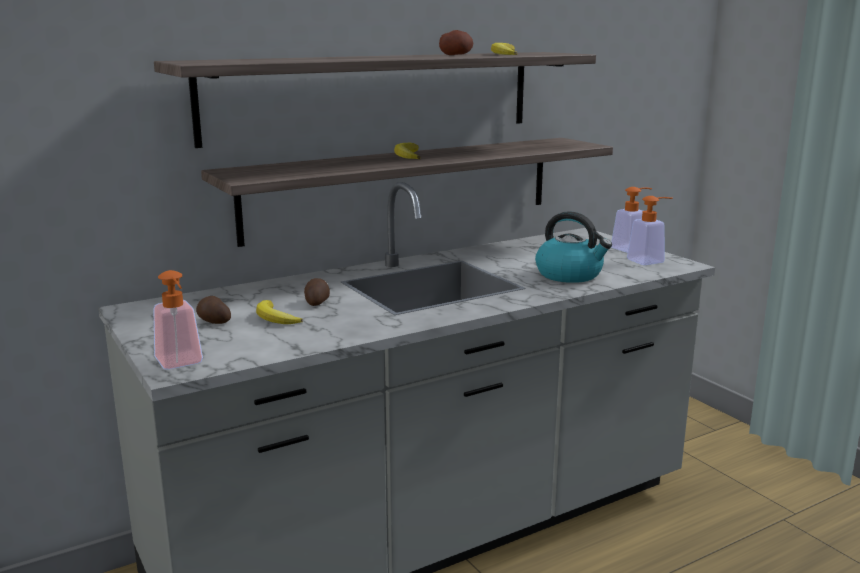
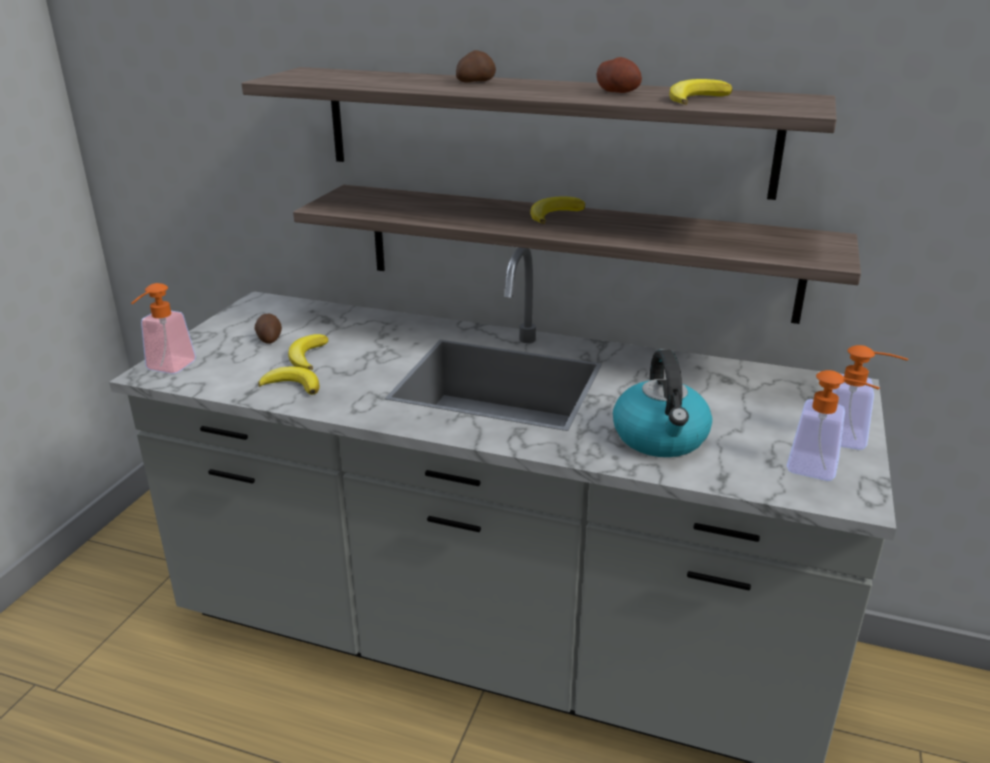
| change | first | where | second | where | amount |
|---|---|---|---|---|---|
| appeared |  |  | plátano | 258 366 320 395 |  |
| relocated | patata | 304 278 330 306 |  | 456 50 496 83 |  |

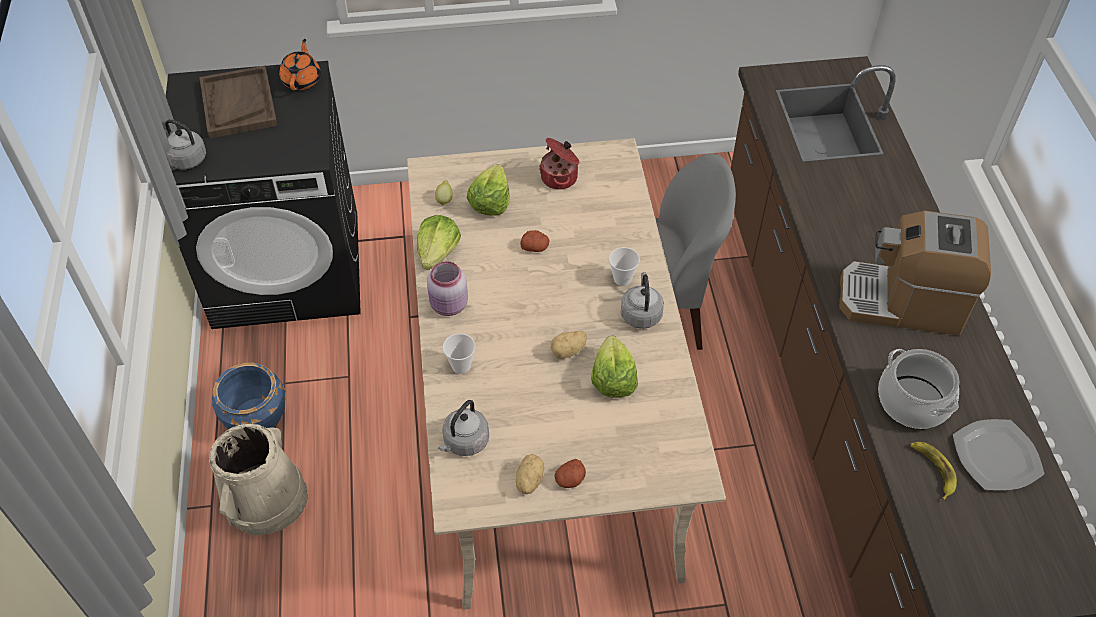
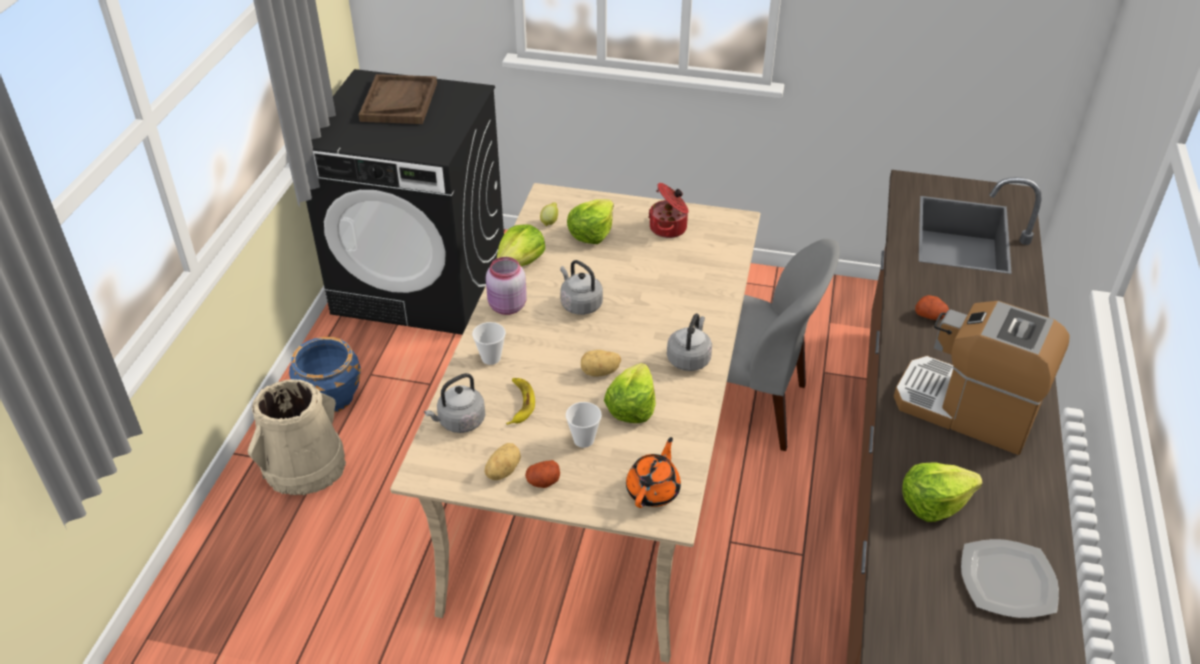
| change | first | where | second | where | amount |
|---|---|---|---|---|---|
| relocated | hervidor [gris] | 165 119 206 169 |  | 560 260 603 315 |  |
| relocated | tetera [naranja] | 279 39 321 90 |  | 626 437 681 508 |  |
| relocated | patata | 520 230 549 252 |  | 915 295 949 320 |  |
| relocated | taza | 609 247 640 286 |  | 566 402 602 448 |  |
| relocated | plátano | 910 442 957 500 |  | 506 378 535 425 |  |
| exchanged | olla | 878 349 959 429 | lechuga | 902 462 983 522 |  |

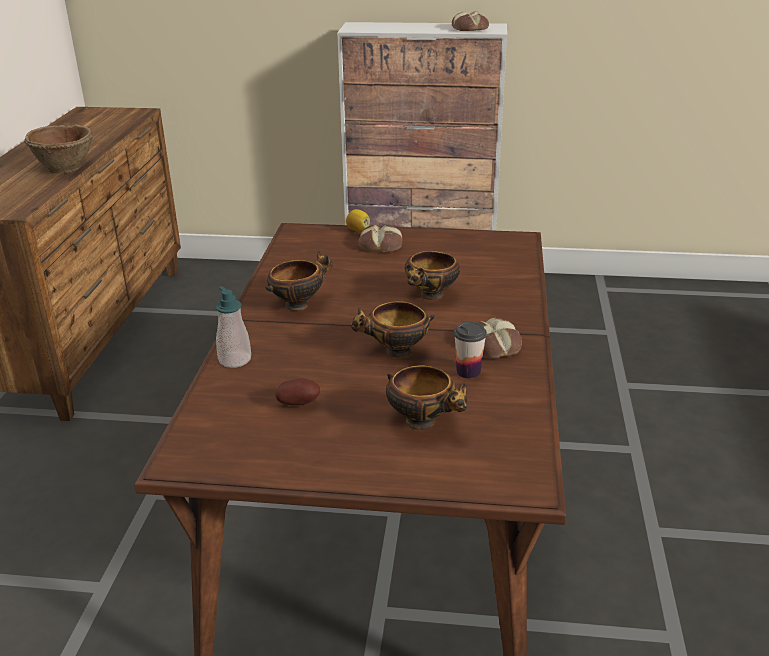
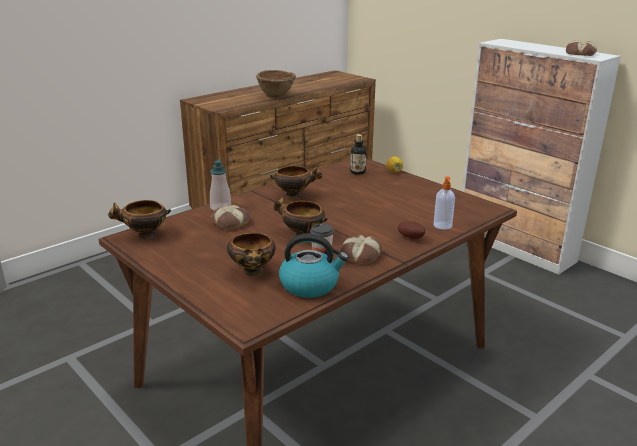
| change | first | where | second | where | amount |
|---|---|---|---|---|---|
| appeared |  |  | hervidor | 279 234 348 298 |  |
| appeared |  |  | botella | 350 134 367 175 |  |
| appeared |  |  | dispensador de jabón | 433 177 455 230 |  |
| relocated | patata | 275 378 320 405 |  | 398 221 425 239 |  |
| relocated | pan | 358 225 402 252 |  | 211 205 250 230 |  |
| relocated | cuenco | 405 251 460 300 |  | 108 200 171 239 |  |

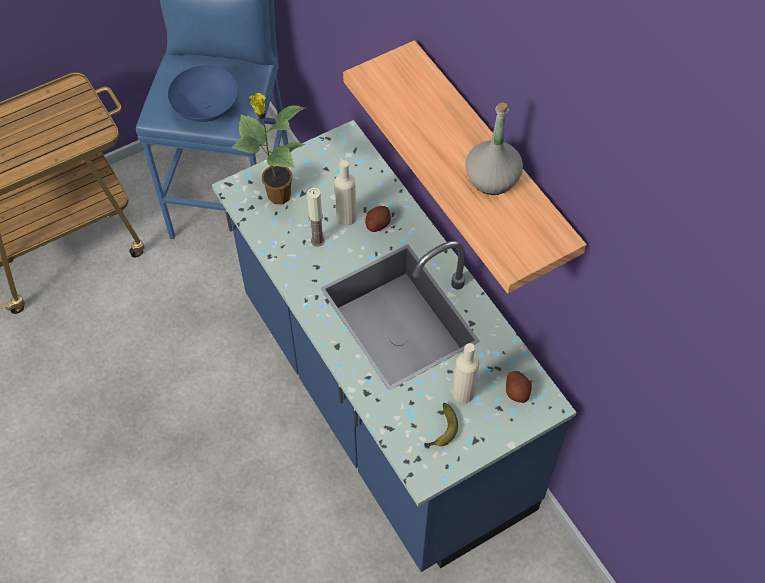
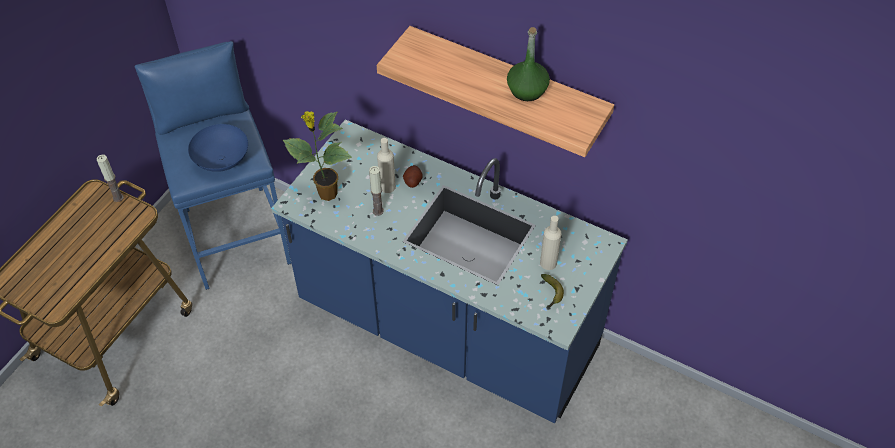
| change | first | where | second | where | amount |
|---|---|---|---|---|---|
| missing | patata | 506 371 532 403 |  |  |  |
| appeared |  |  | vela | 97 155 124 202 |  |
| colour | botella [gris] | 465 102 523 195 | botella [verde] | 507 27 550 101 |  |

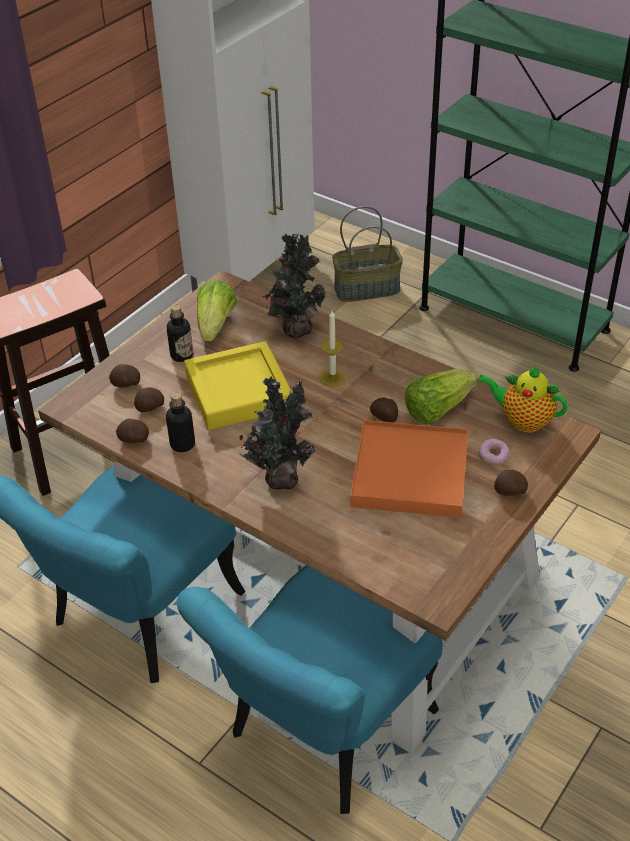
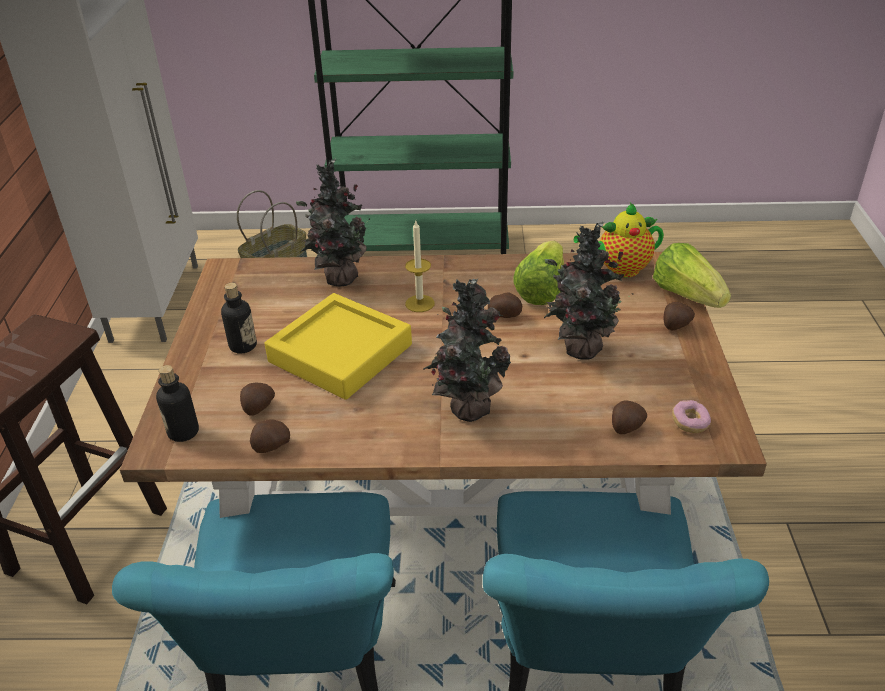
| change | first | where | second | where | amount |
|---|---|---|---|---|---|
| relocated | patata | 109 364 140 387 |  | 612 400 647 434 |  |
| relocated | botella | 166 392 195 452 |  | 156 365 199 442 |  |
| relocated | lechuga | 197 279 237 341 |  | 653 243 731 308 |  |
| relocated | rosquilla | 478 439 510 467 |  | 672 400 711 433 |  |
| exchanged | bandeja [naranja] | 350 420 468 518 | planta en maceta | 544 221 634 360 |  |

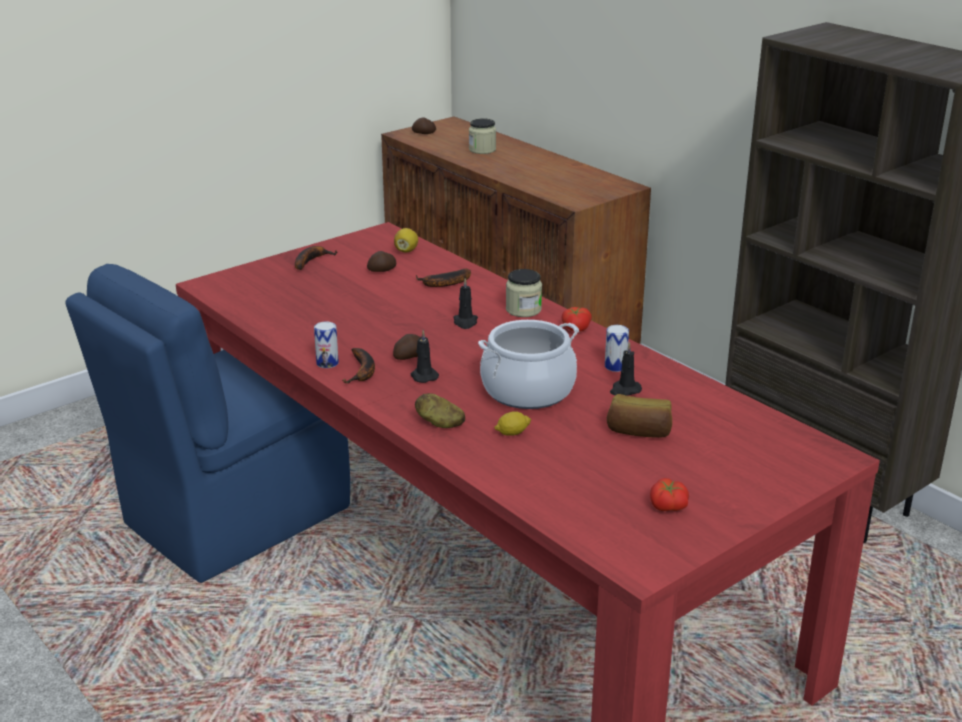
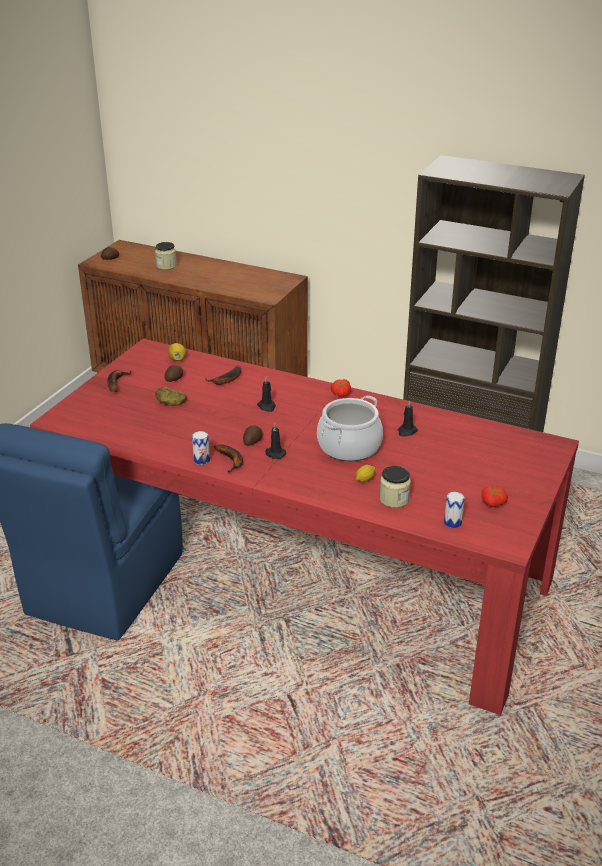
| change | first | where | second | where | amount |
|---|---|---|---|---|---|
| missing | pan | 607 394 672 438 |  |  |  |
| relocated | patata | 415 393 465 428 |  | 155 387 187 406 |  |
| relocated | tarro | 506 269 542 317 |  | 379 466 411 508 |  |
| relocated | lata | 605 325 629 372 |  | 444 492 465 528 |  |

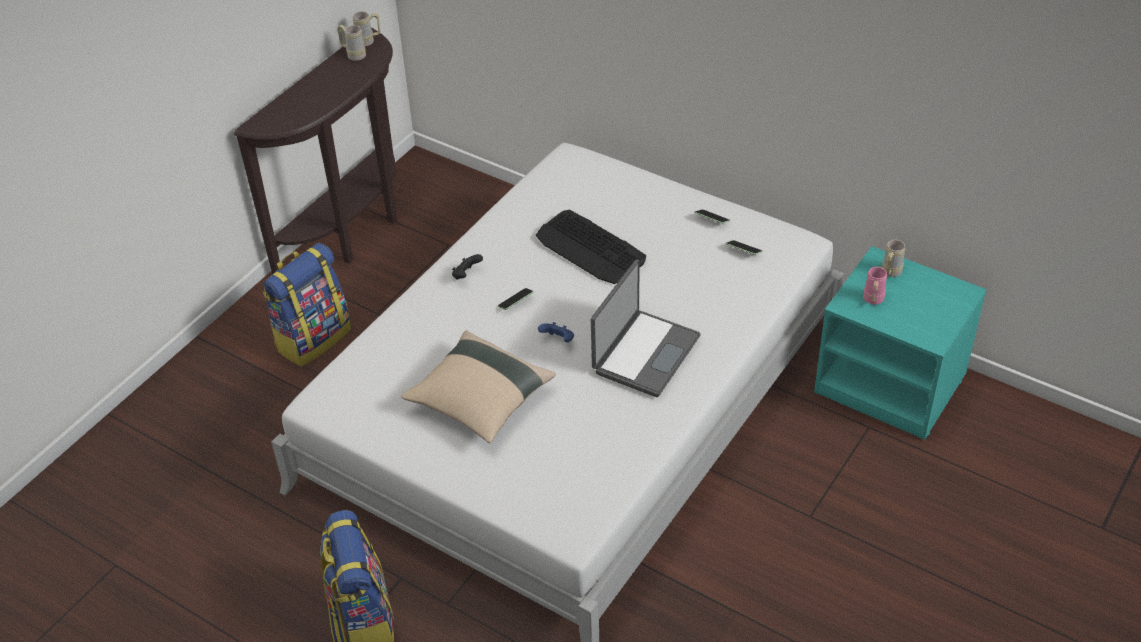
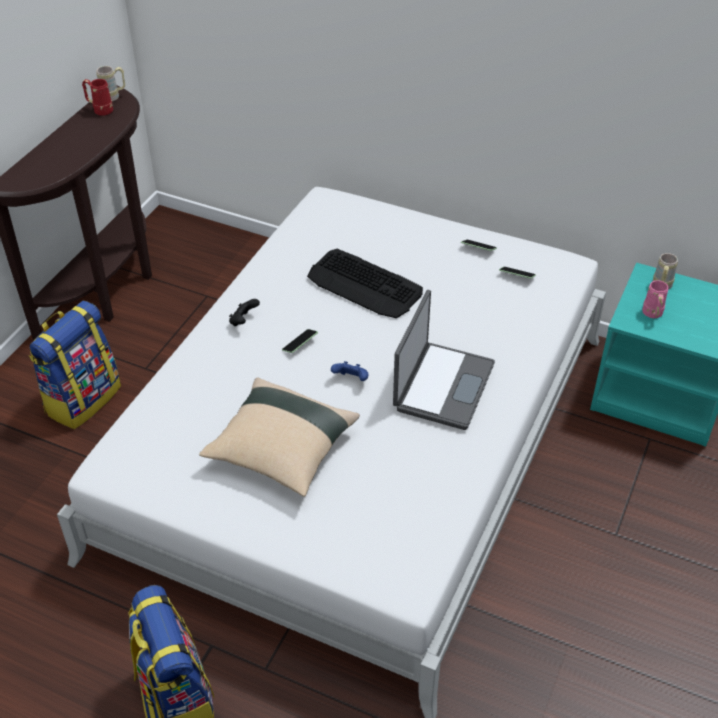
| change | first | where | second | where | amount |
|---|---|---|---|---|---|
| colour | taza grande [beis] | 337 25 366 61 | taza grande [rojo] | 82 79 113 116 |  |

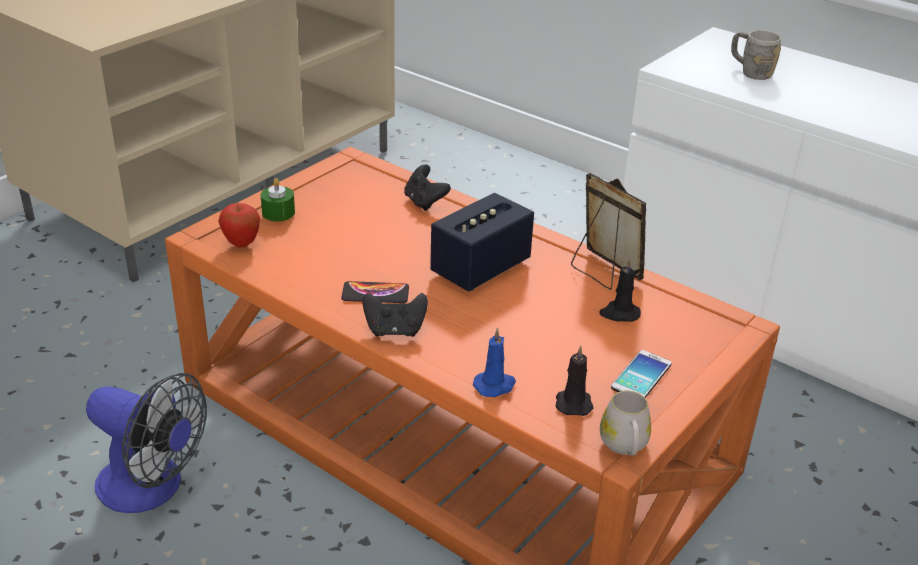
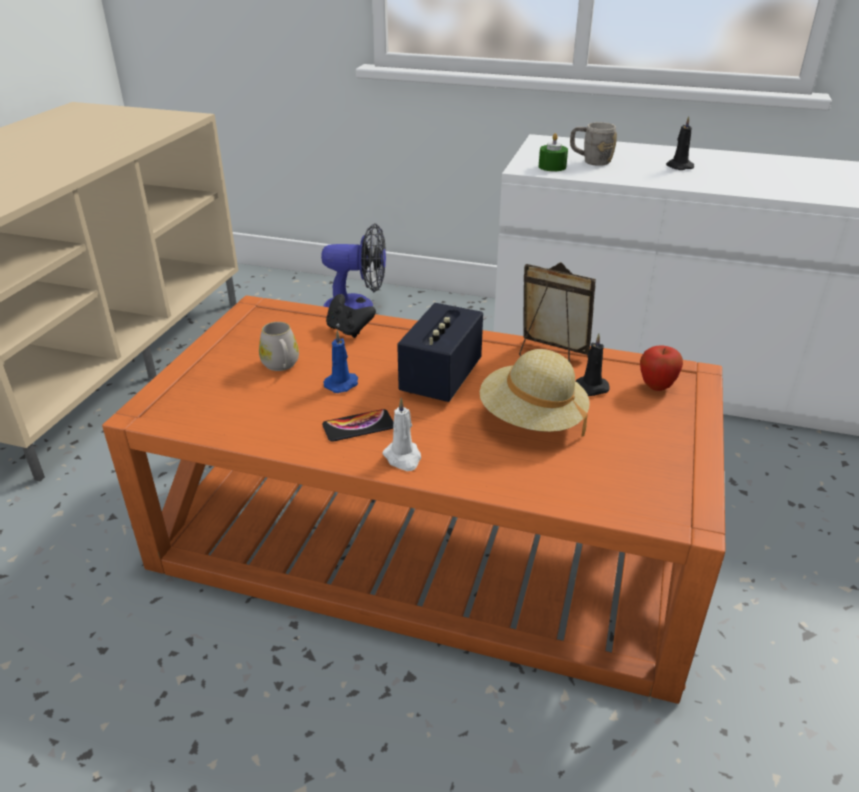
| change | first | where | second | where | amount |
|---|---|---|---|---|---|
| missing | móvil | 611 350 672 398 |  |  |  |
| appeared |  |  | sombrero [beis] | 480 349 589 437 |  |
| relocated | ventilador | 86 373 207 513 |  | 321 223 386 309 |  |
| relocated | manzana | 218 203 260 248 |  | 640 345 683 391 |  |
| relocated | vela [verde] | 261 178 295 221 |  | 539 133 568 171 |  |
| relocated | vela [azul] | 473 327 516 397 |  | 323 330 358 393 |  |
| relocated | vela [negro] | 556 345 594 416 |  | 666 116 694 170 |  |
| relocated | taza grande [blanco] | 600 390 651 456 |  | 259 322 299 371 |  |
| exchanged | mando de consola [negro] | 363 292 428 337 | vela [blanco] | 382 398 421 471 |  |

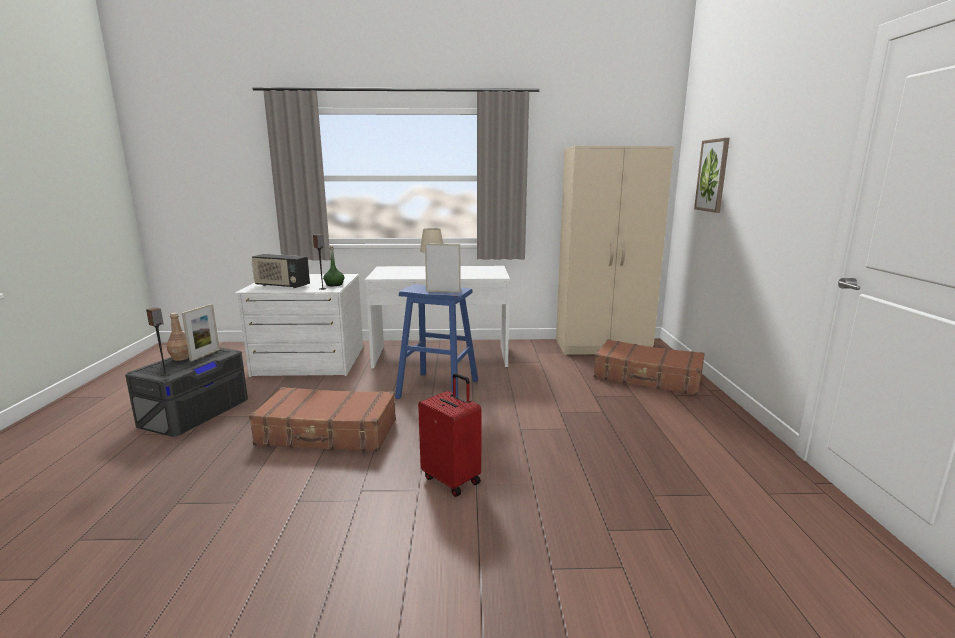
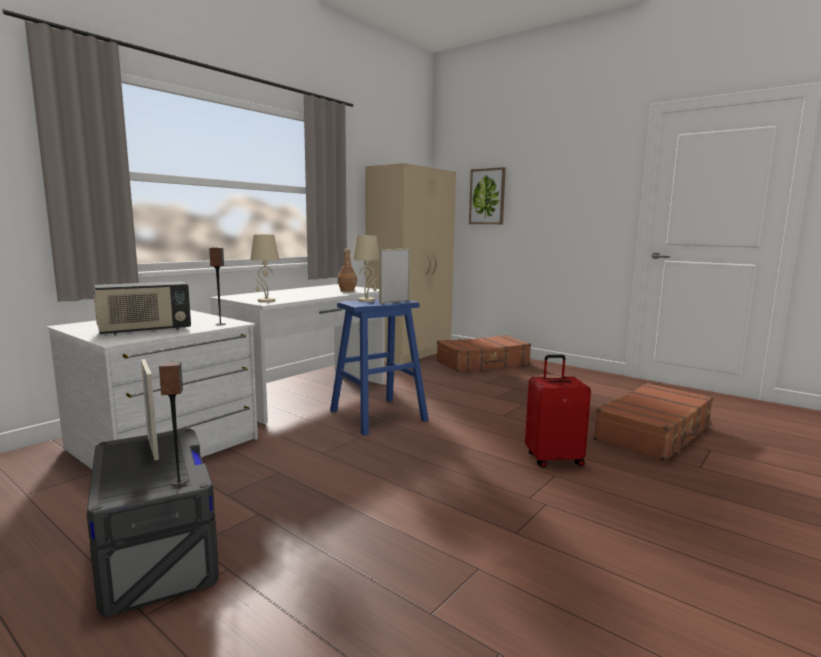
| change | first | where | second | where | amount |
|---|---|---|---|---|---|
| missing | botella [verde] | 323 246 344 286 |  |  |  |
| appeared |  |  | lámpara de mesa [beis] | 250 235 279 303 |  |
| relocated | botella [marrón] | 167 313 189 361 |  | 338 249 357 292 |  |
| relocated | maleta [marrón] | 249 387 396 452 |  | 593 383 713 462 |  |

